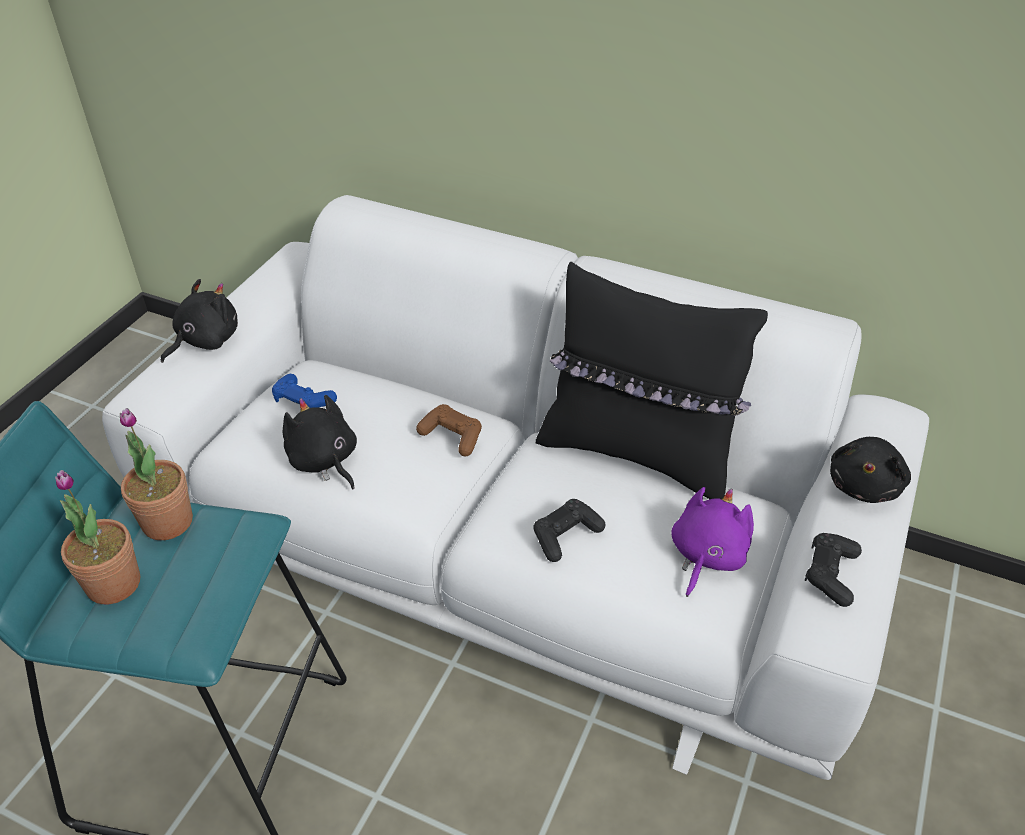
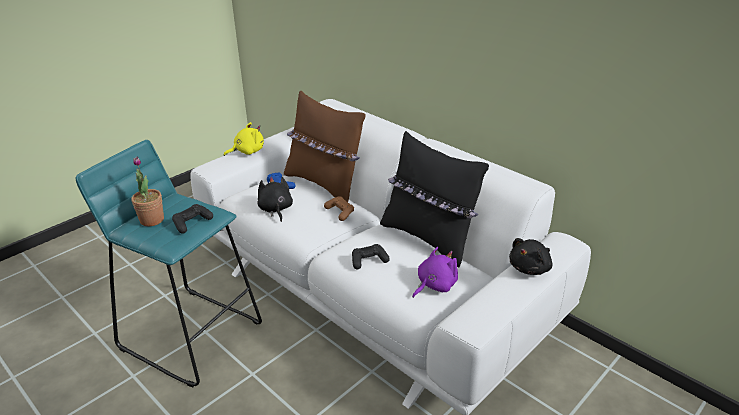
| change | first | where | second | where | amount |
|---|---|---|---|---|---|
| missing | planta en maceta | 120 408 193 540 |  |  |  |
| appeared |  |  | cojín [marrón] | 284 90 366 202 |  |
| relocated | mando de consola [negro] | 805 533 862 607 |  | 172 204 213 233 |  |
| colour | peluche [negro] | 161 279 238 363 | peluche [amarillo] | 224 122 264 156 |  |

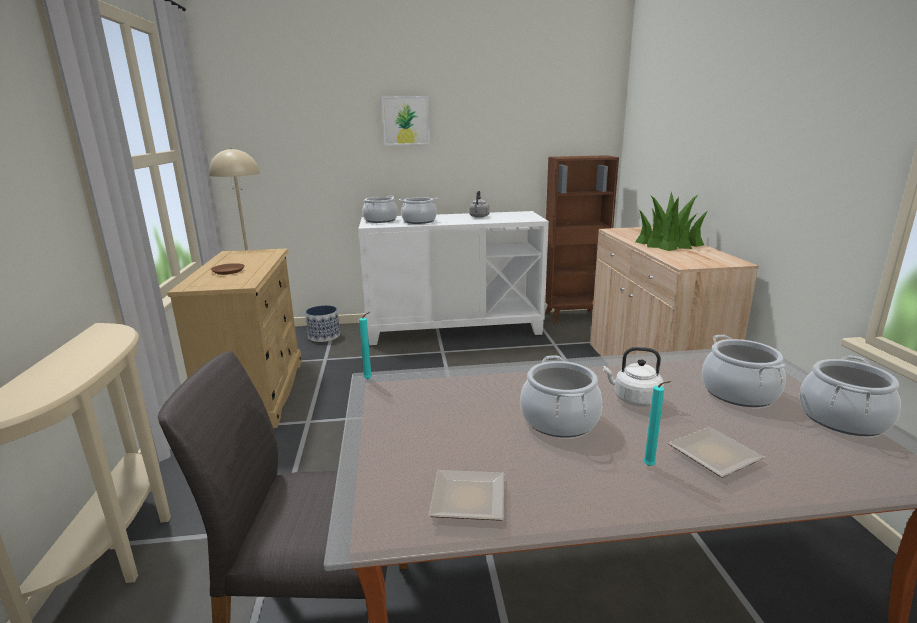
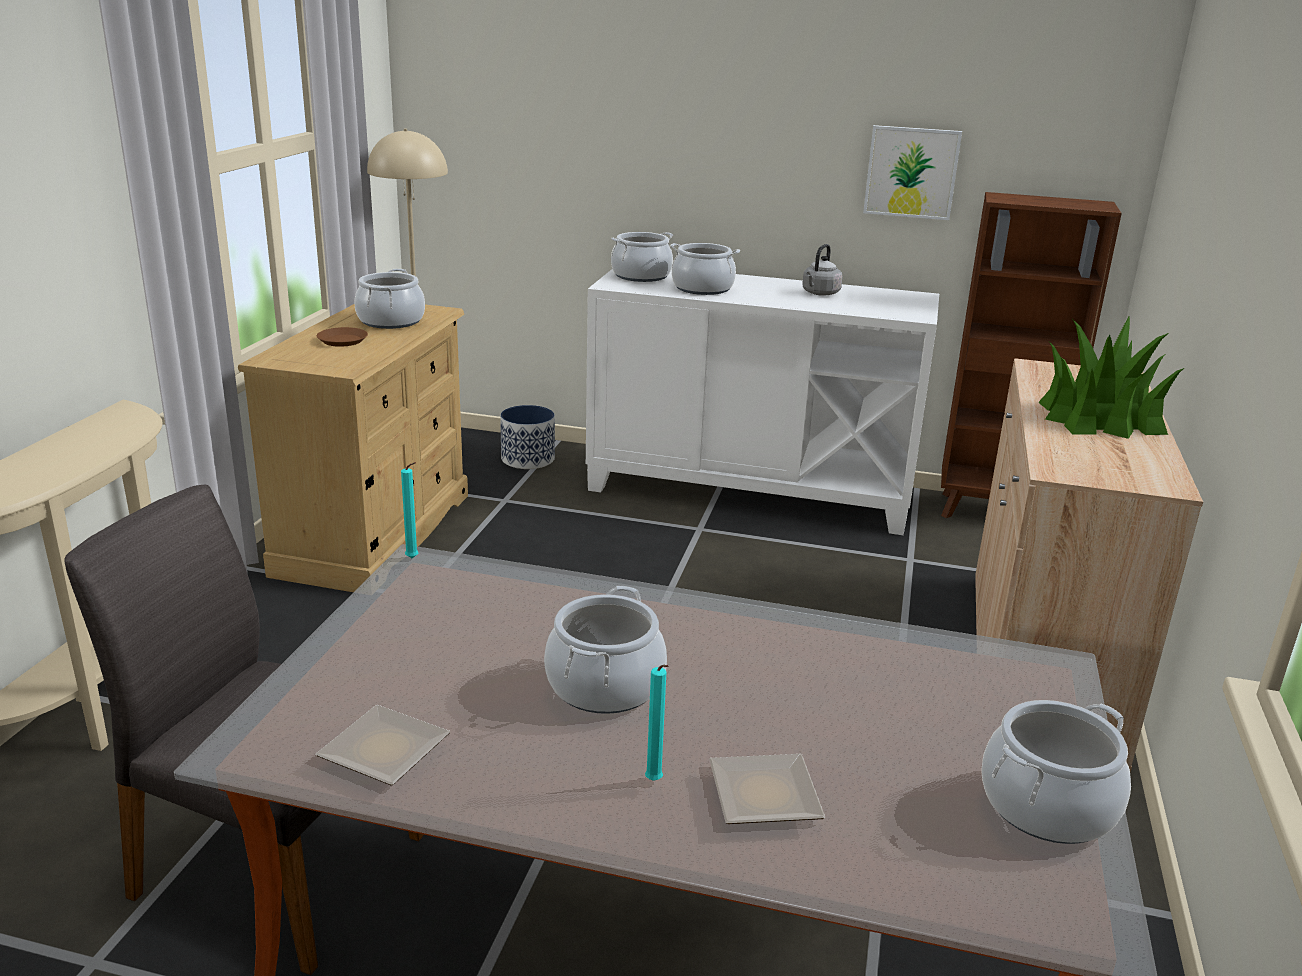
| change | first | where | second | where | amount |
|---|---|---|---|---|---|
| missing | hervidor [blanco] | 603 347 664 407 |  |  |  |
| relocated | cuadro | 382 96 430 145 |  | 863 125 962 220 |  |
| relocated | olla | 702 335 786 407 |  | 354 269 425 329 |  |

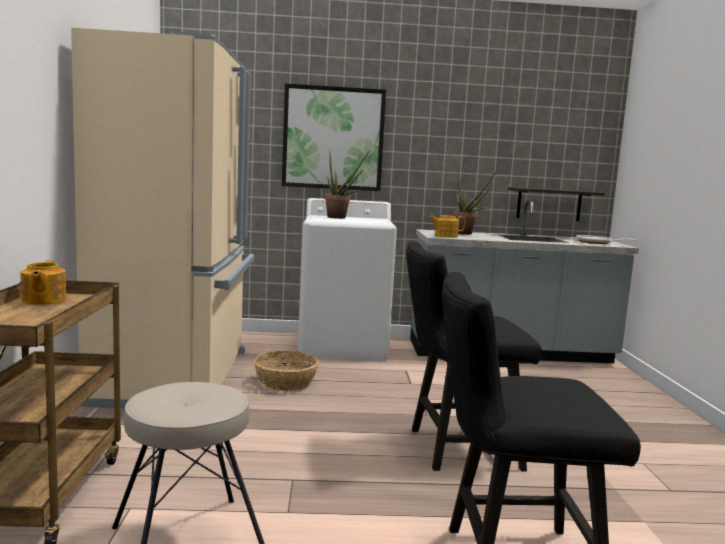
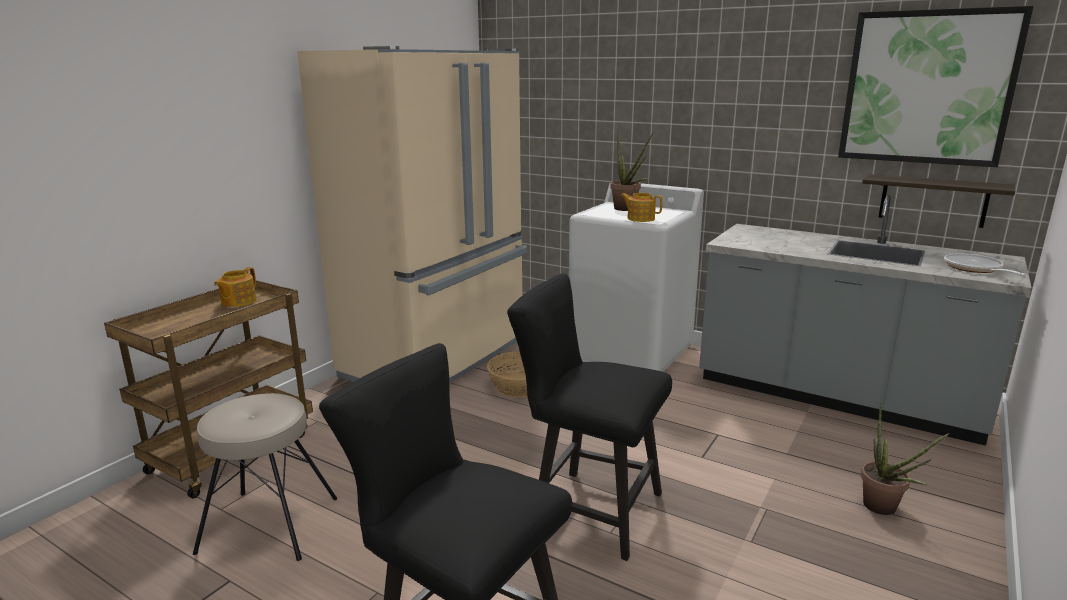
| change | first | where | second | where | amount |
|---|---|---|---|---|---|
| relocated | cuadro | 282 83 386 191 |  | 838 6 1034 167 |  |
| relocated | tetera | 429 215 465 238 |  | 621 193 663 222 |  |
| relocated | planta en maceta | 452 169 498 235 |  | 861 403 949 515 |  |

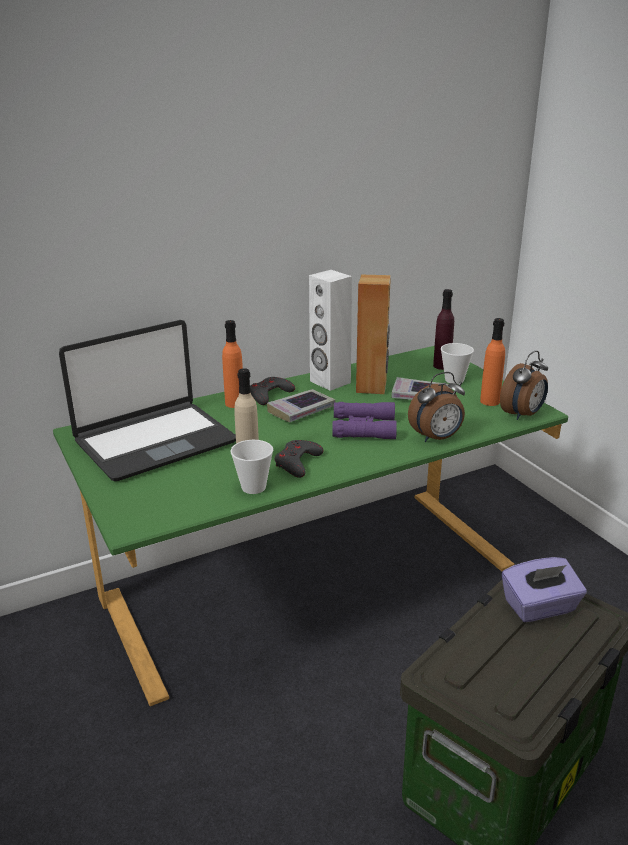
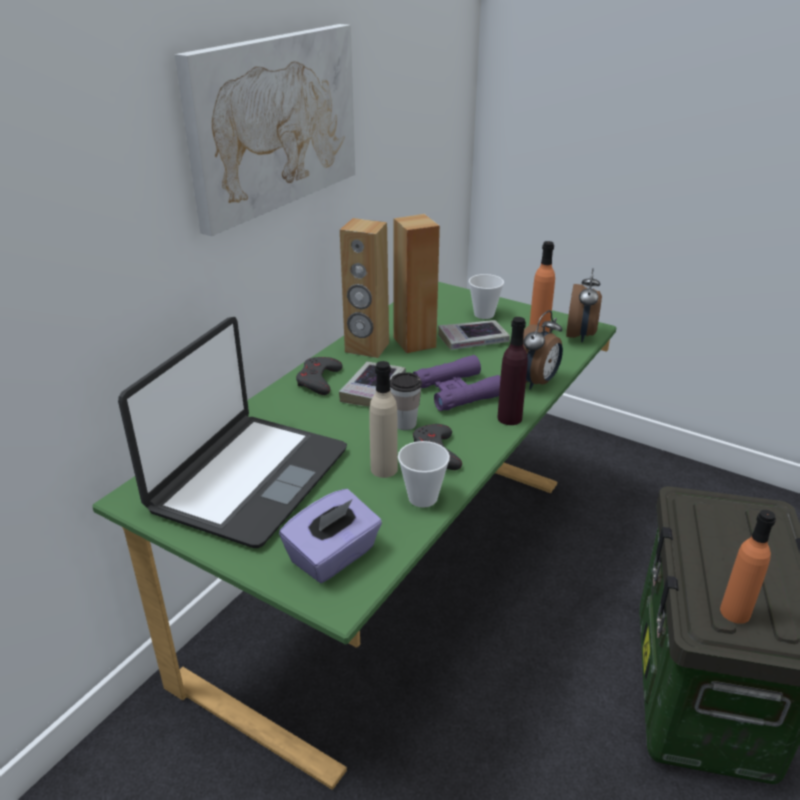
| change | first | where | second | where | amount |
|---|---|---|---|---|---|
| appeared |  |  | cuadro | 175 24 355 236 |  |
| appeared |  |  | taza | 390 372 422 430 |  |
| relocated | botella [naranja] | 222 320 243 408 |  | 720 510 776 624 |  |
| relocated | botella [morado] | 433 289 454 370 |  | 498 317 528 425 |  |
| relocated | caja de pañuelos [morado] | 502 557 587 622 |  | 279 489 382 583 |  |
| colour | altavoz [blanco] | 309 270 352 391 | altavoz [marrón] | 340 218 389 358 |  |

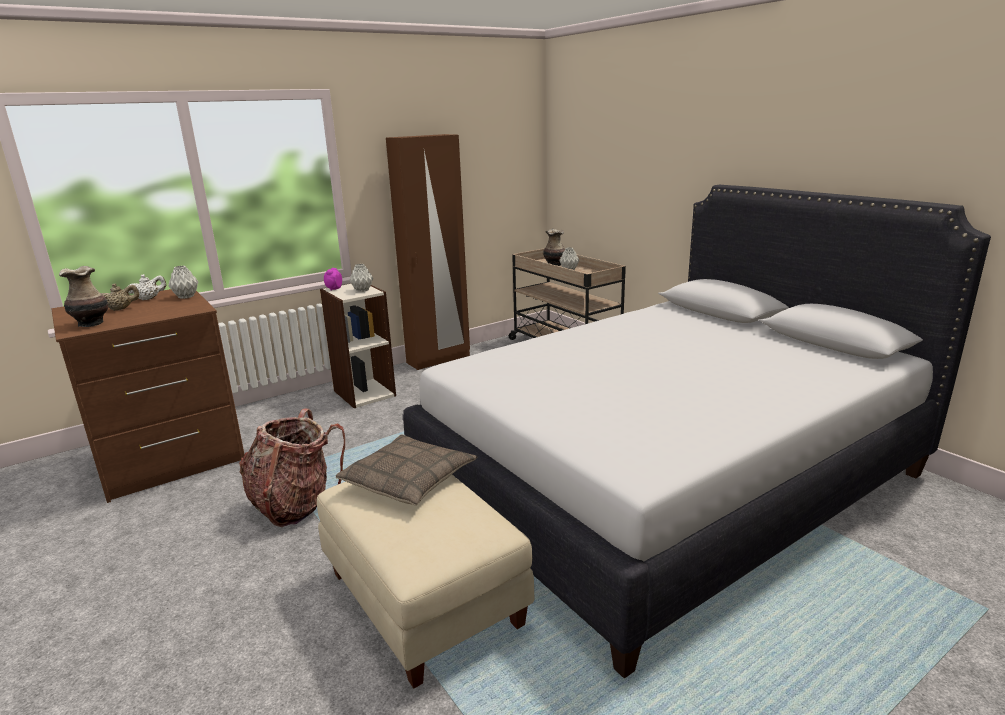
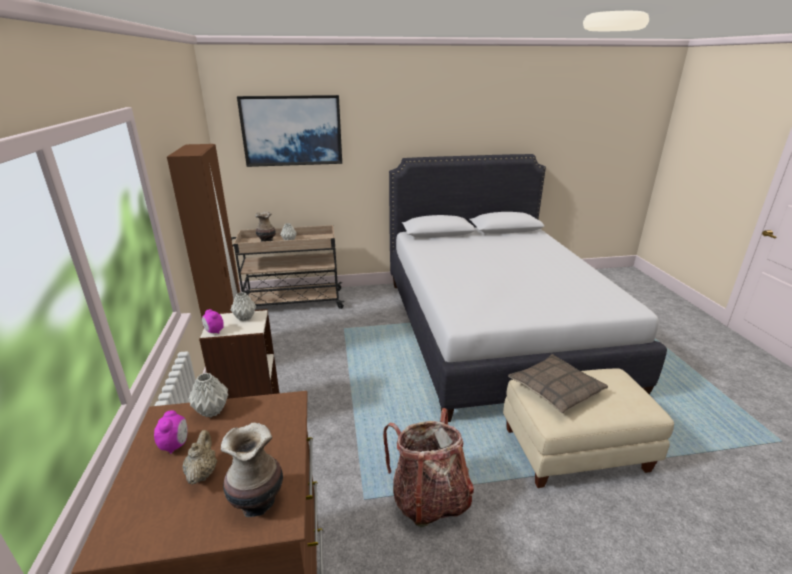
| change | first | where | second | where | amount |
|---|---|---|---|---|---|
| appeared |  |  | cuadro | 237 95 342 167 |  |
| exchanged | tetera [blanco] | 128 274 166 300 | despertador | 154 410 188 454 |  |

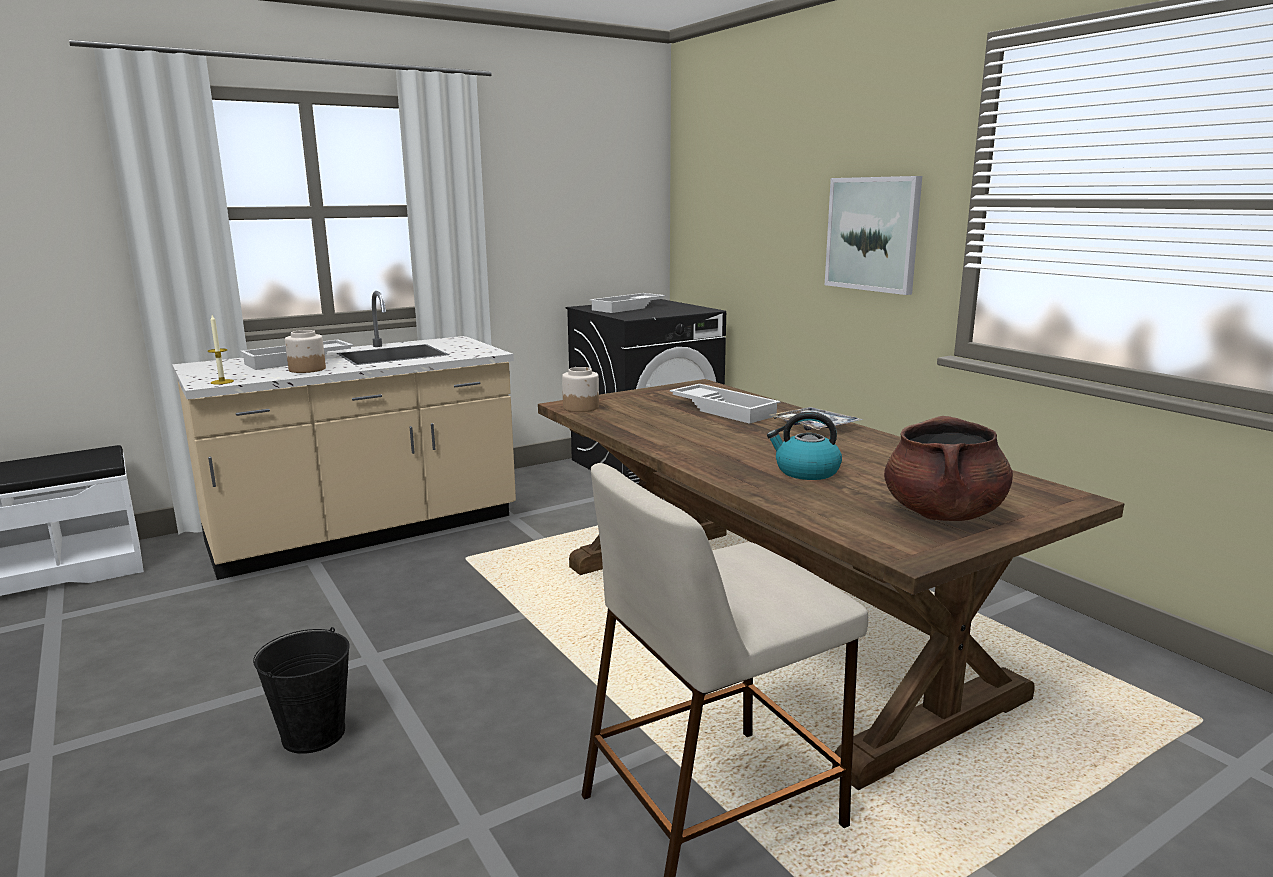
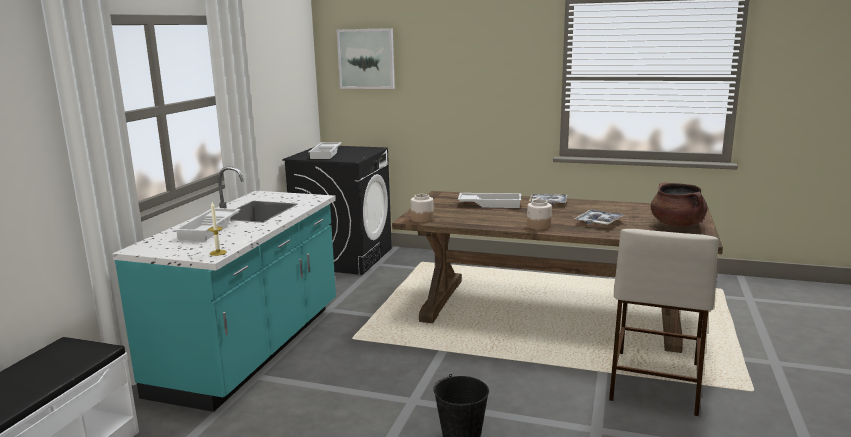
| change | first | where | second | where | amount |
|---|---|---|---|---|---|
| relocated | tarro | 285 330 326 373 |  | 527 199 552 230 |  |
| relocated | cuadro | 825 176 922 295 |  | 337 28 395 89 |  |
| exchanged | hervidor | 767 412 842 480 | bandeja | 574 209 625 225 |  |
| colour | mueble bajo de cocina [beis] | 172 291 516 580 | mueble bajo de cocina [turquesa] | 112 166 336 412 |  |

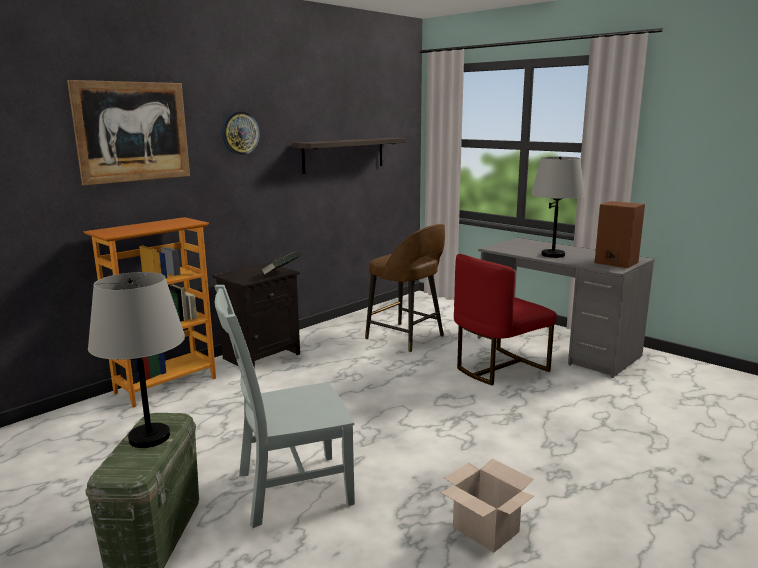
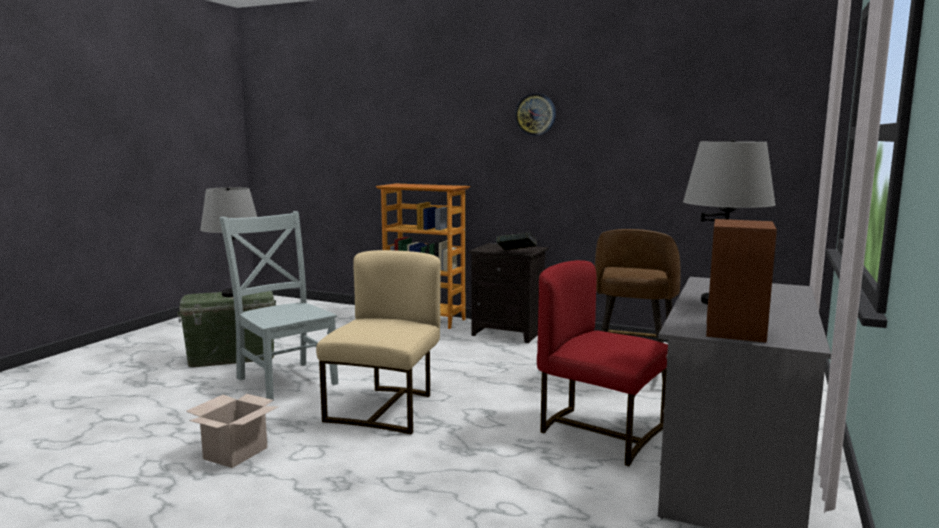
| change | first | where | second | where | amount |
|---|---|---|---|---|---|
| missing | cuadro | 67 80 190 185 |  |  |  |
| missing | estante | 292 138 406 174 |  |  |  |
| appeared |  |  | silla [beis] | 316 250 441 435 |  |

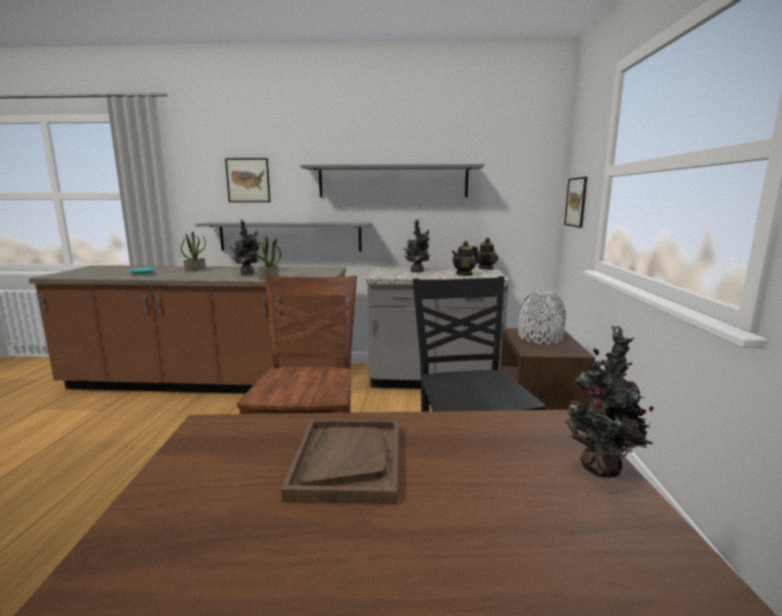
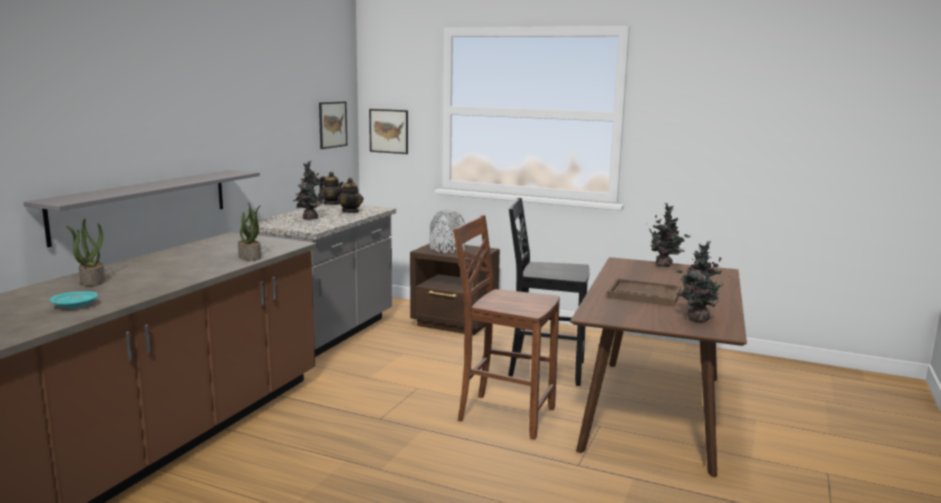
| change | first | where | second | where | amount |
|---|---|---|---|---|---|
| missing | estante [gris] | 300 164 484 197 |  |  |  |
| relocated | cuadro | 225 158 271 202 |  | 319 102 347 149 |  |
| relocated | planta en maceta | 229 220 262 275 |  | 675 241 723 322 |  |

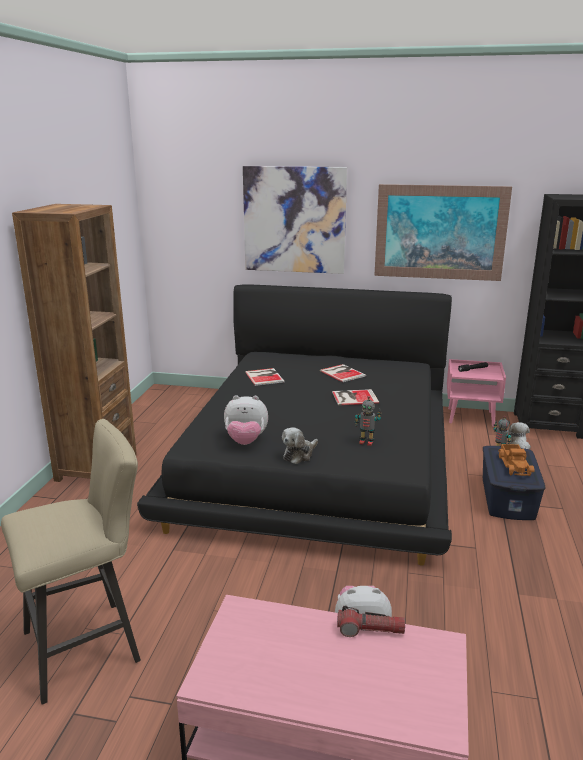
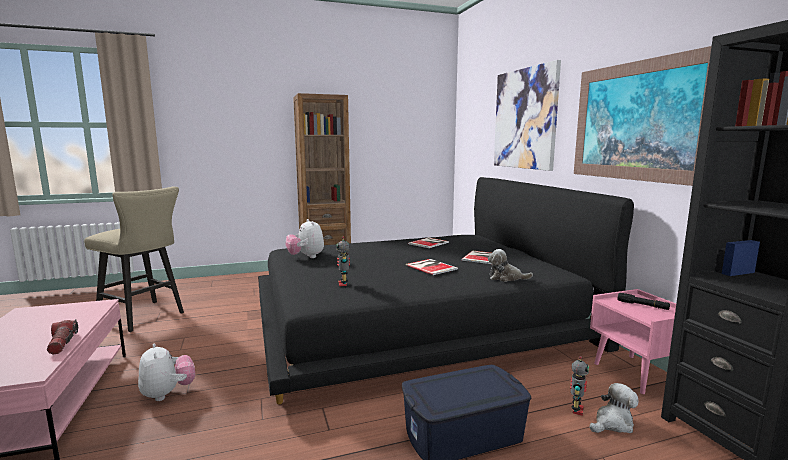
| change | first | where | second | where | amount |
|---|---|---|---|---|---|
| missing | camión de juguete | 498 444 534 476 |  |  |  |
| relocated | peluche | 282 427 318 464 |  | 488 249 533 282 |  |

